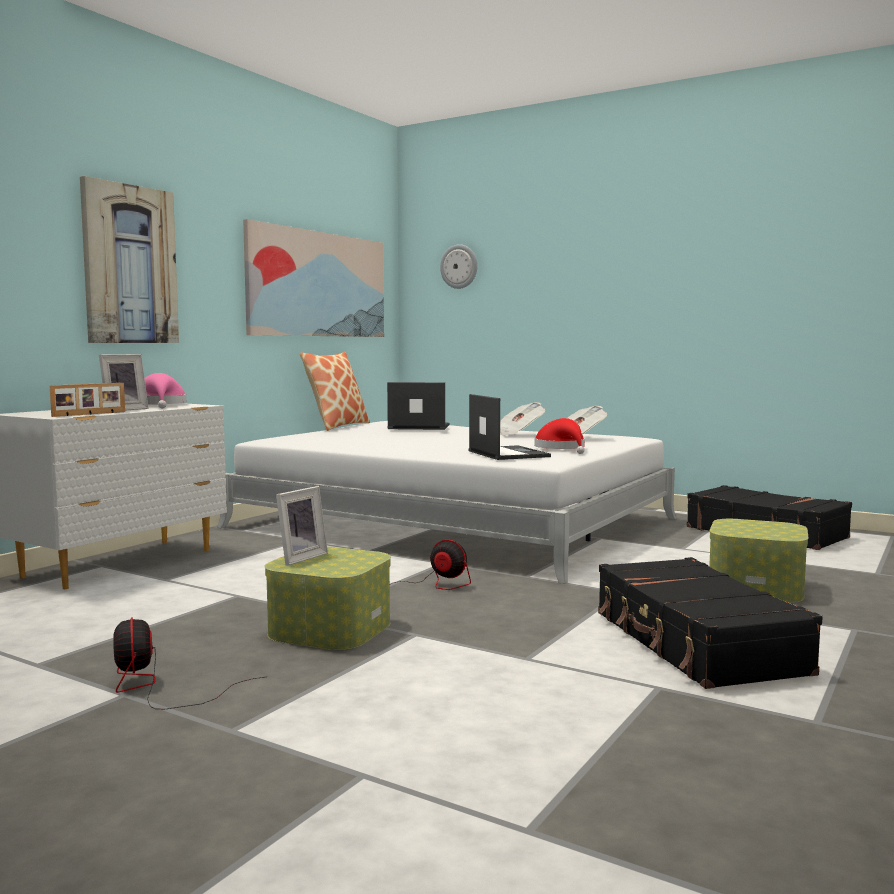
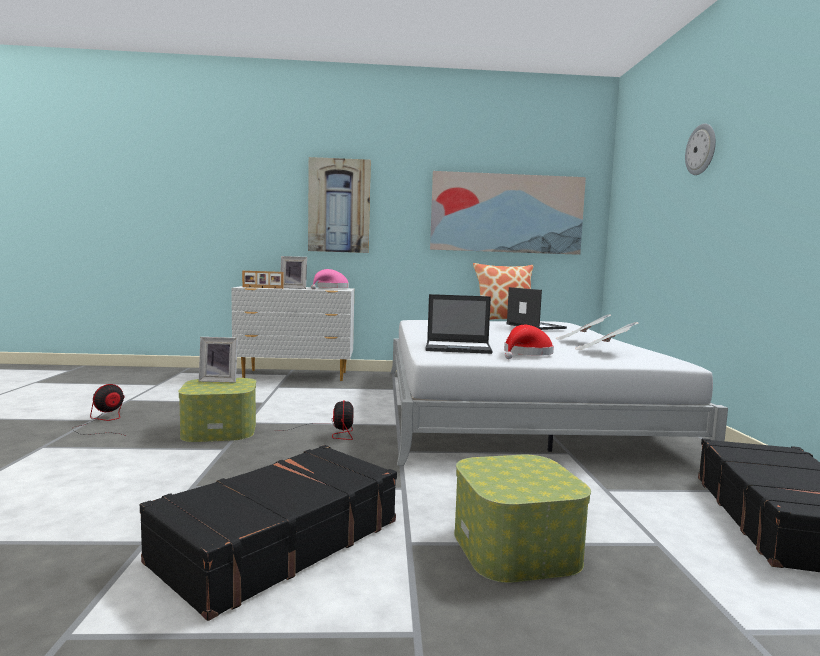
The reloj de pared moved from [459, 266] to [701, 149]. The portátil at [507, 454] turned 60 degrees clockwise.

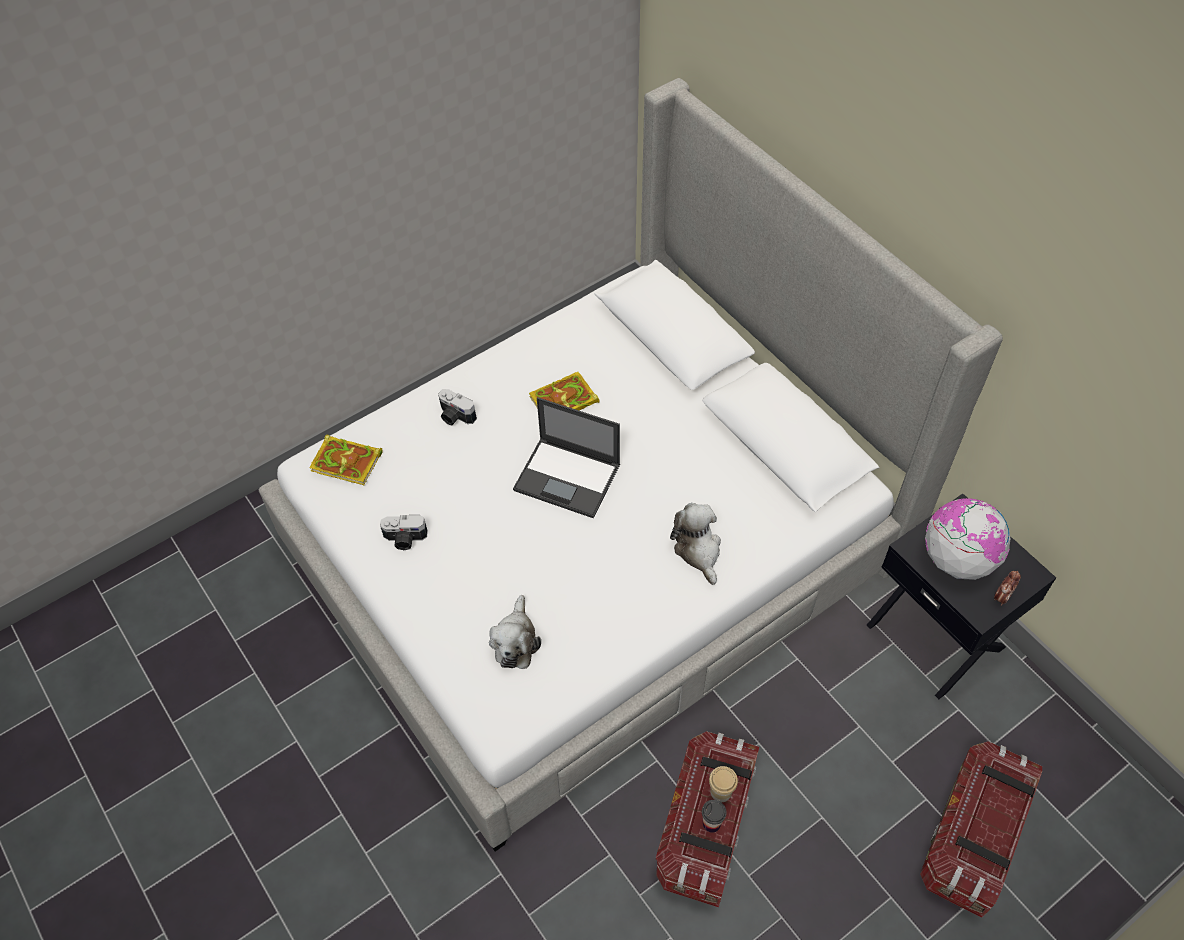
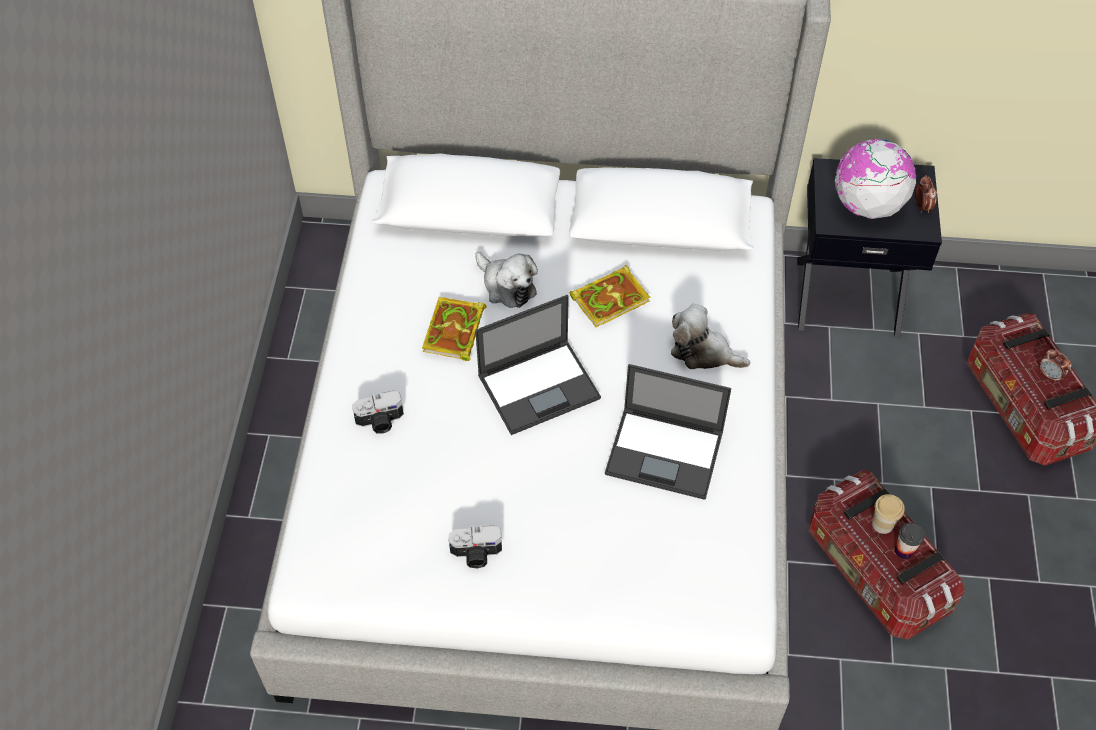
The libro moved from [348, 462] to [611, 298]. The cámara at [405, 539] turned 45 degrees clockwise. The peluche moved from [515, 641] to [506, 286]. The despertador at [1049, 375] appeared. The portátil at [666, 453] appeared.

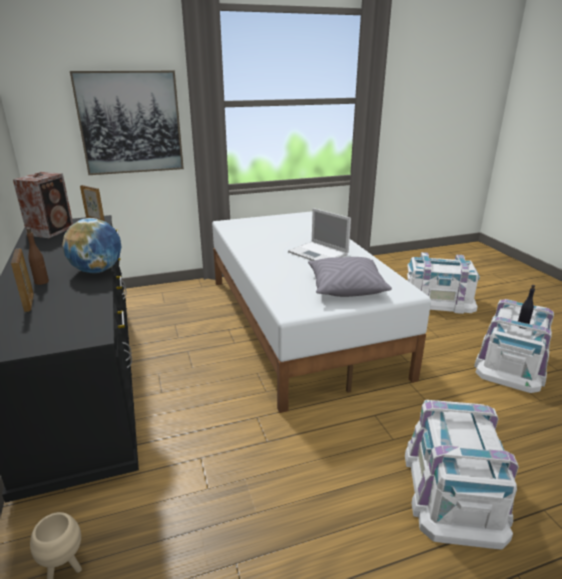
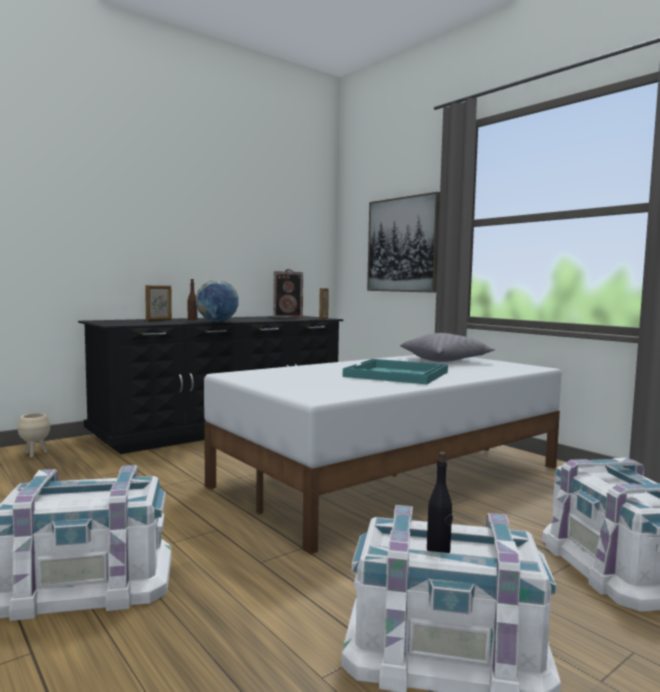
The portátil at [319, 253] was replaced by the bandeja (turquesa) at [397, 374]. The cojín (gris) moved from [345, 287] to [446, 360].

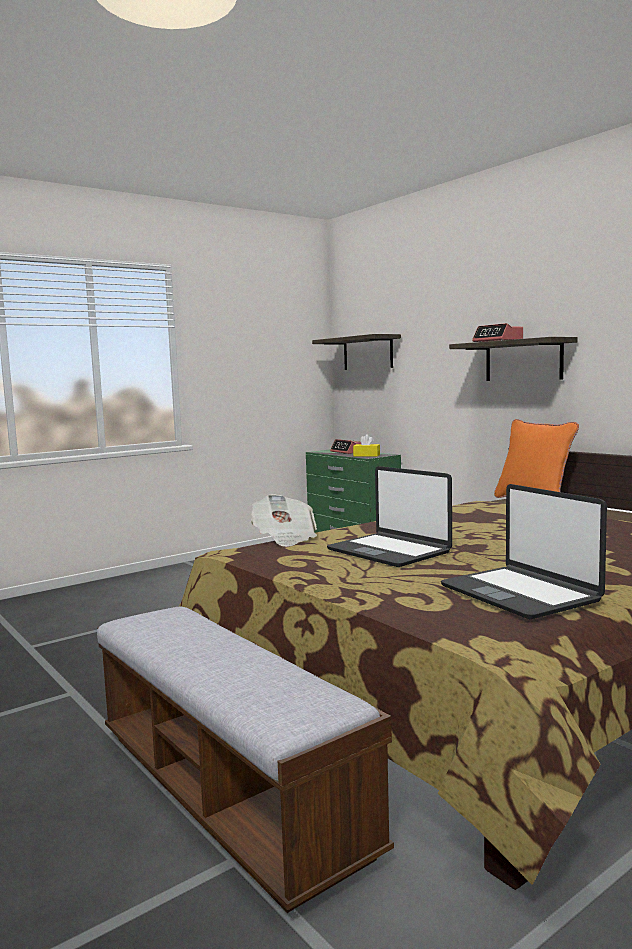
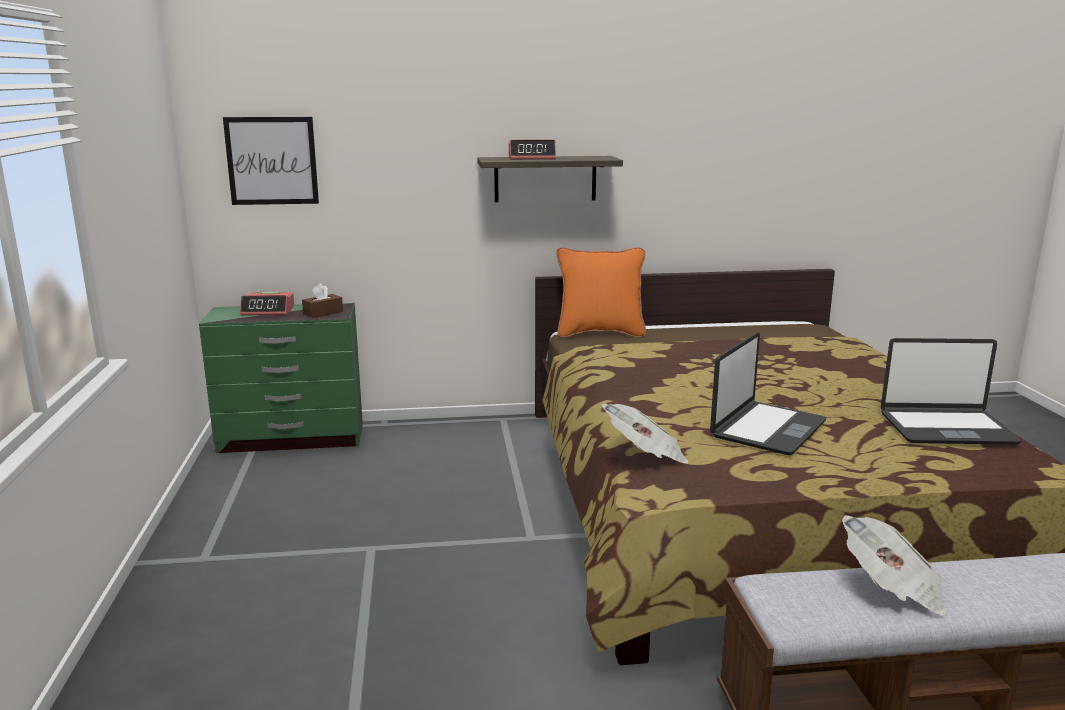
The estante at [368, 353] was replaced by the cuadro at [272, 161]. The caja de pañuelos (amarillo) at [366, 455] became the caja de pañuelos (marrón) at [323, 313]. The portátil at [389, 551] turned 45 degrees counterclockwise. The periódico at [892, 588] appeared.

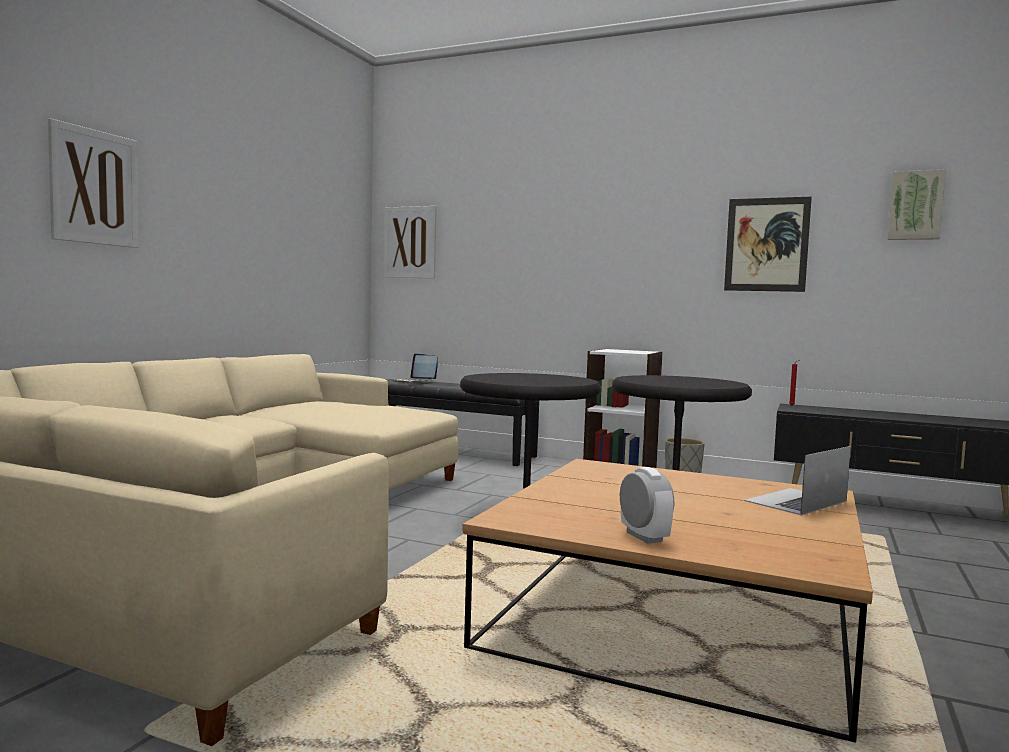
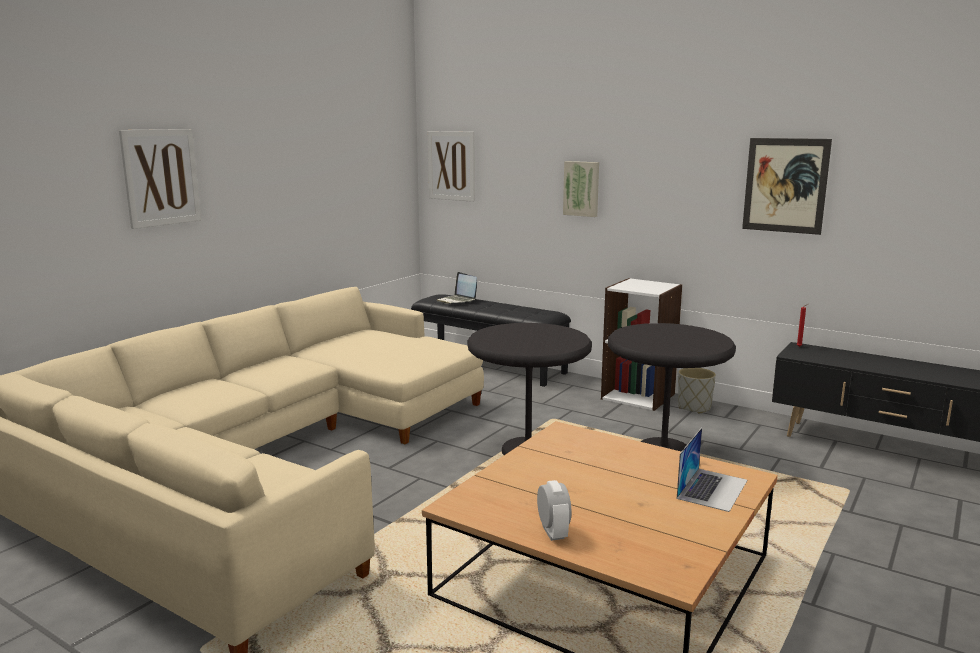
The cuadro moved from [915, 205] to [581, 188]. The portátil at [795, 501] turned 150 degrees clockwise.

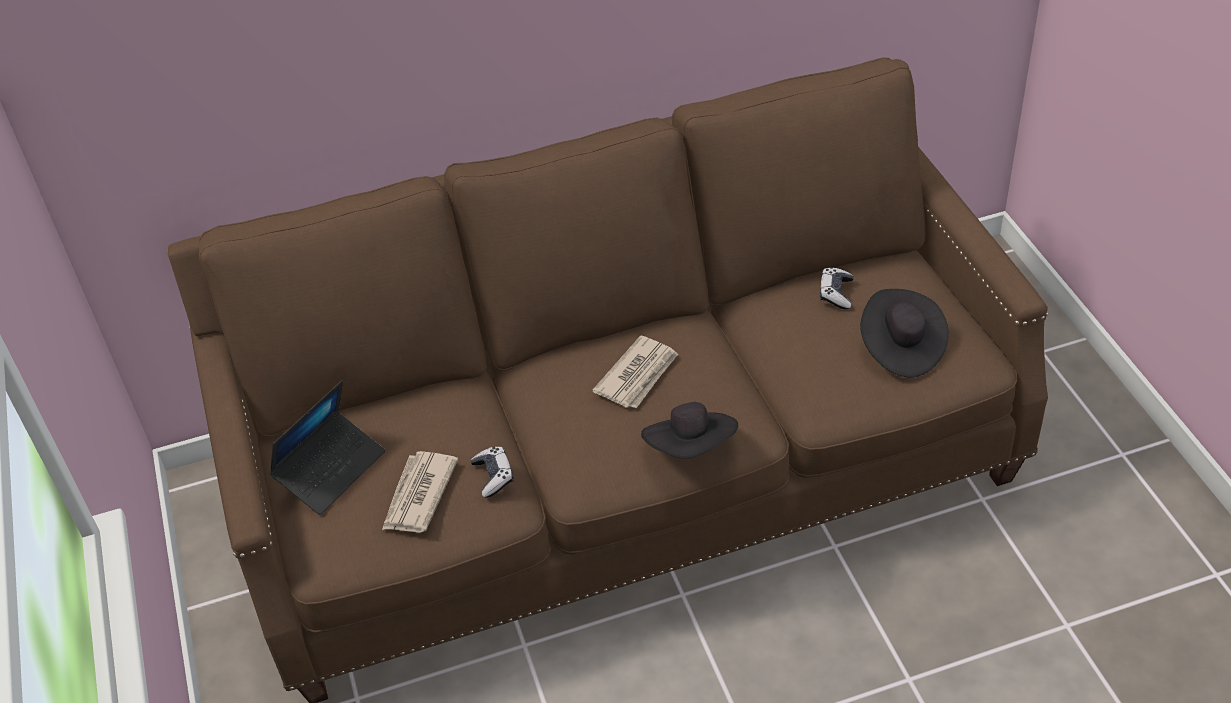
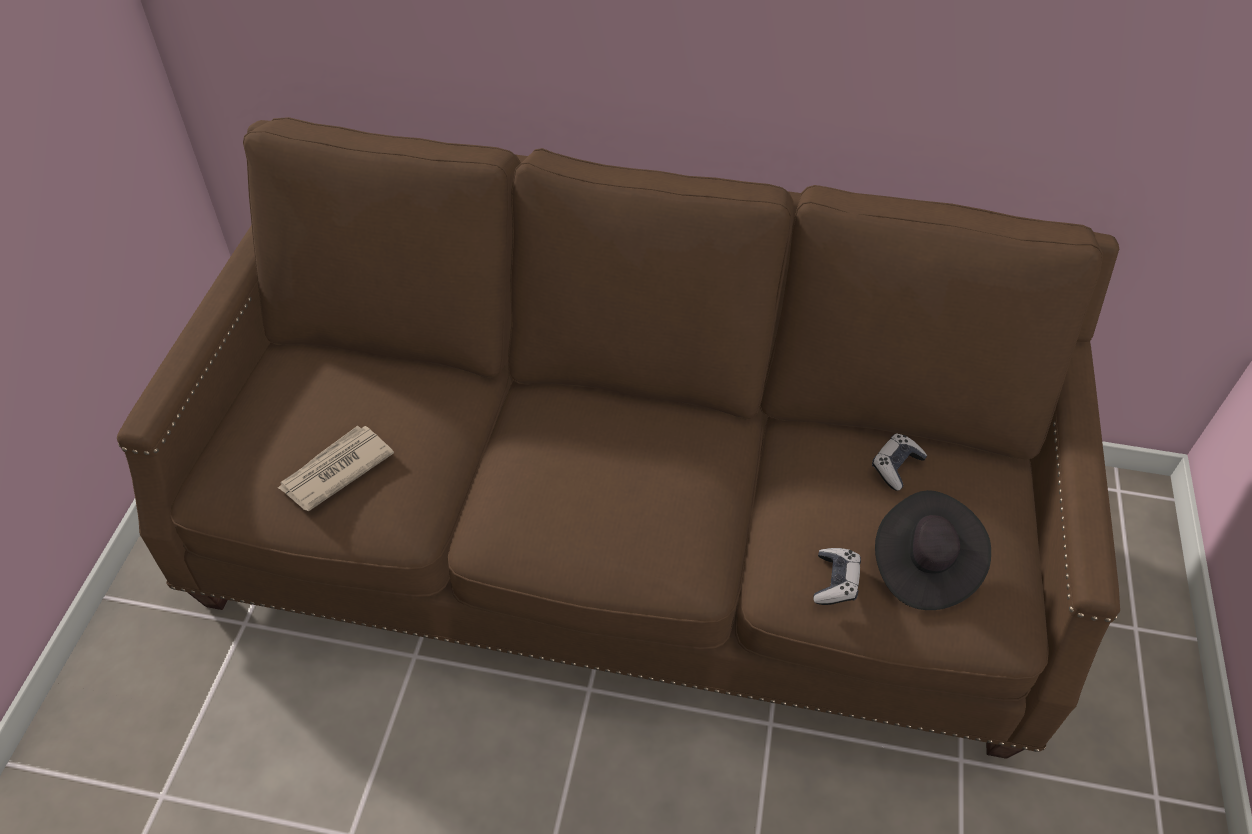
The periódico at [638, 375] disappeared. The portátil at [331, 469] disappeared. The sombrero (negro) at [691, 448] disappeared. The mando de consola moved from [493, 476] to [835, 582].

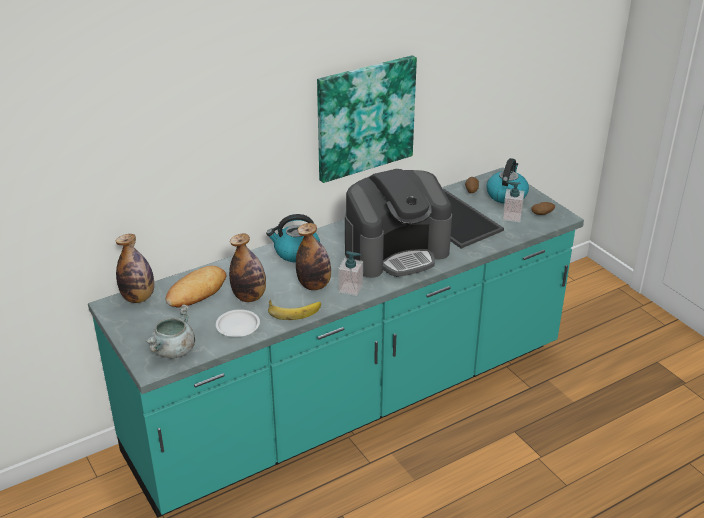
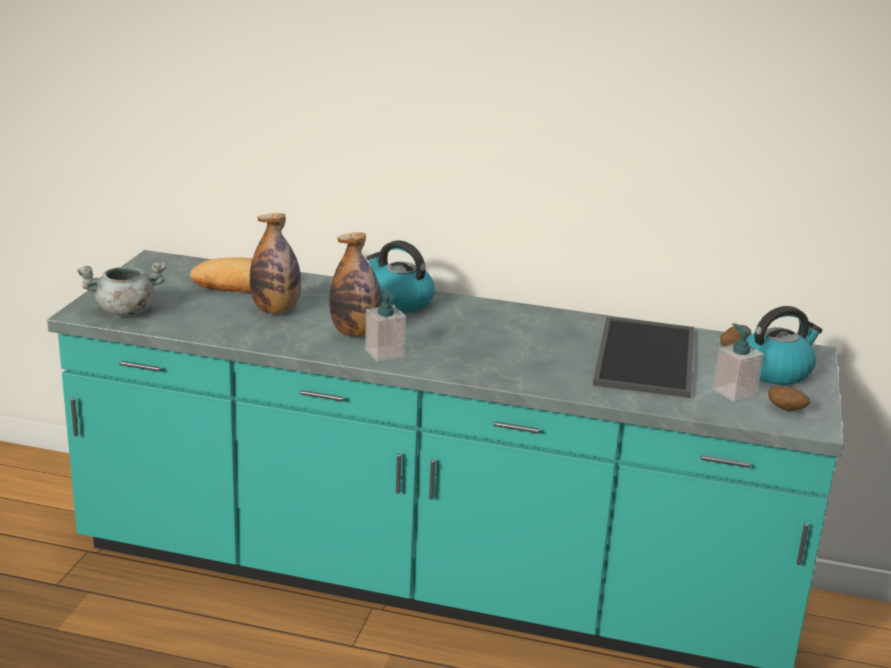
The cuadro at [365, 117] disappeared. The cafetera at [396, 251] disappeared. The botella at [138, 298] disappeared. The plátano at [294, 309] disappeared. The plato (blanco) at [237, 326] disappeared.

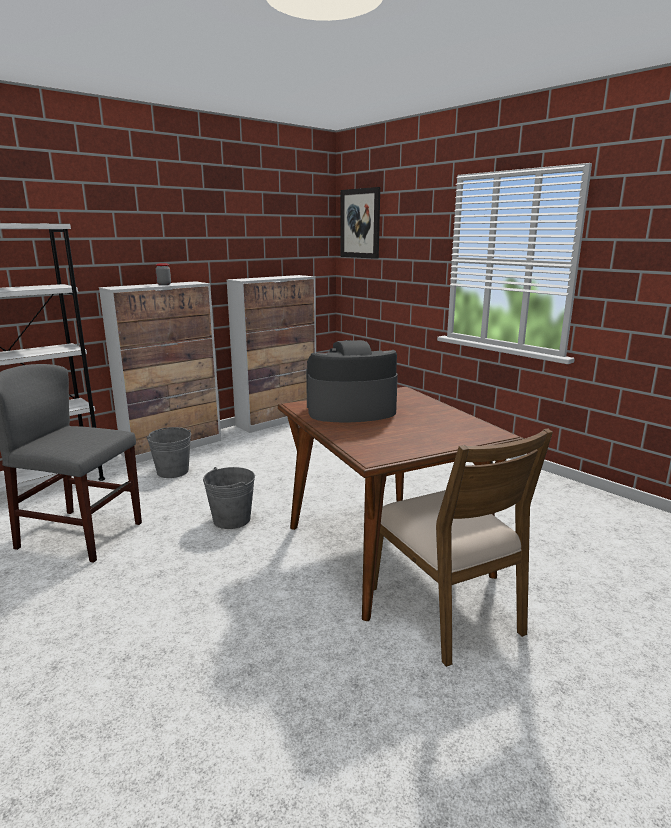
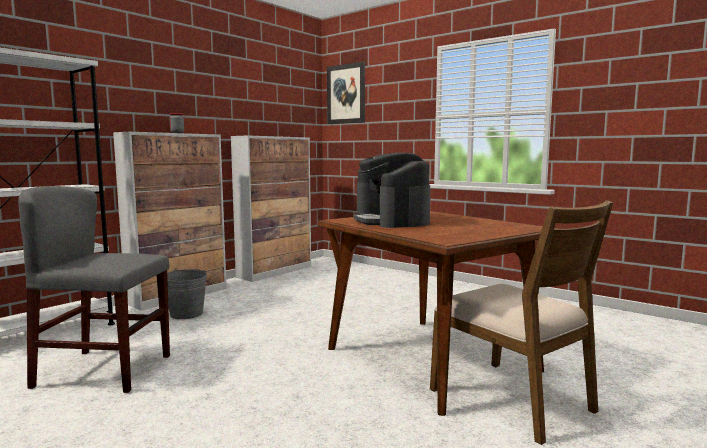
The cafetera at [350, 410] turned 90 degrees counterclockwise. The cubo (gris) at [231, 519] disappeared.

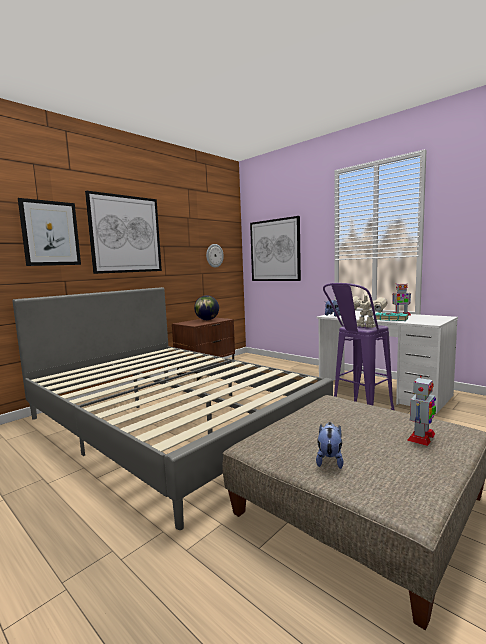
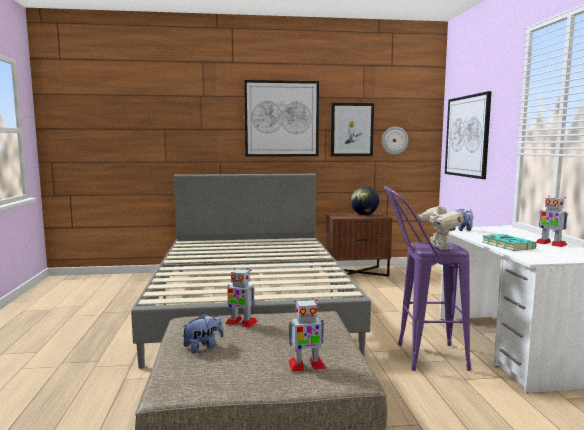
The cuadro moved from [50, 233] to [352, 129]. The robot de juguete at [241, 322] appeared.

